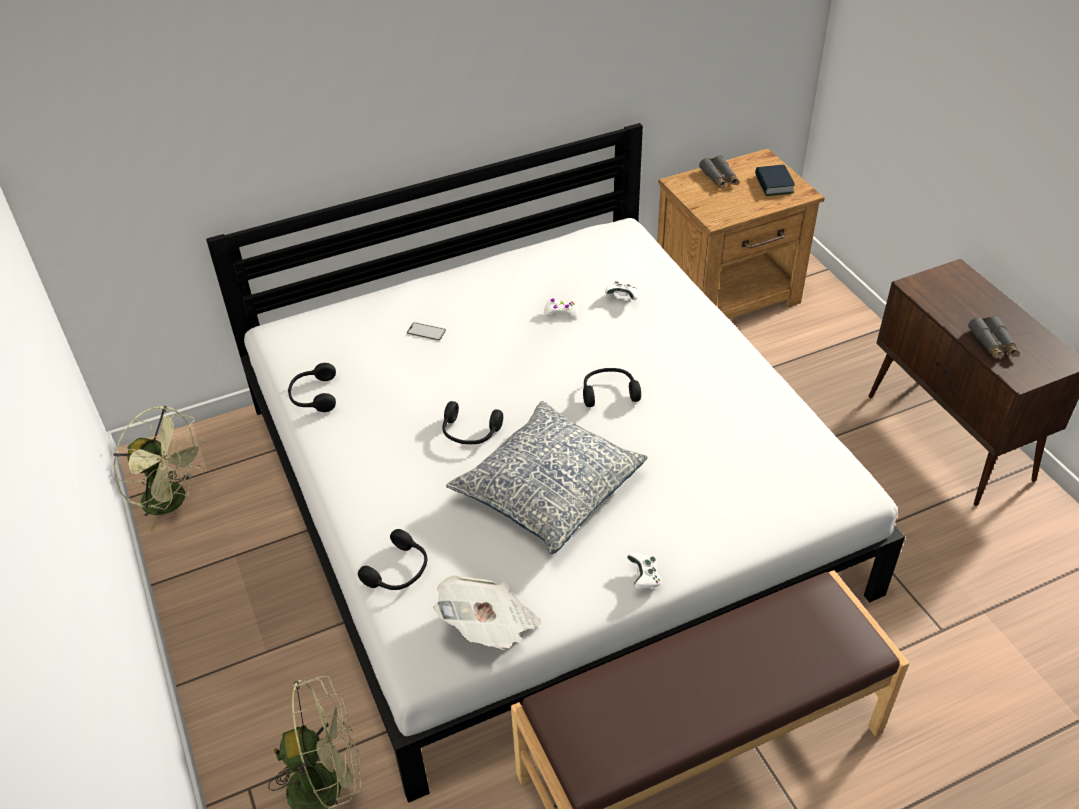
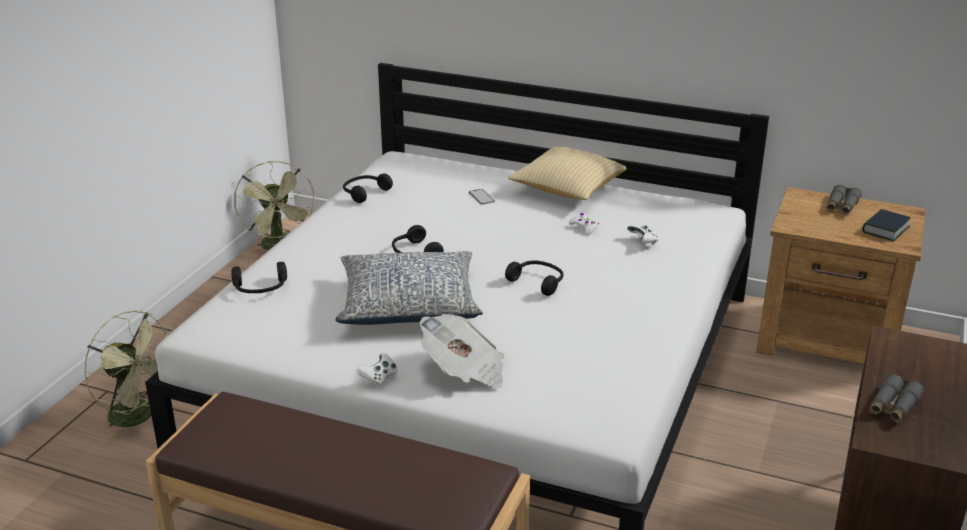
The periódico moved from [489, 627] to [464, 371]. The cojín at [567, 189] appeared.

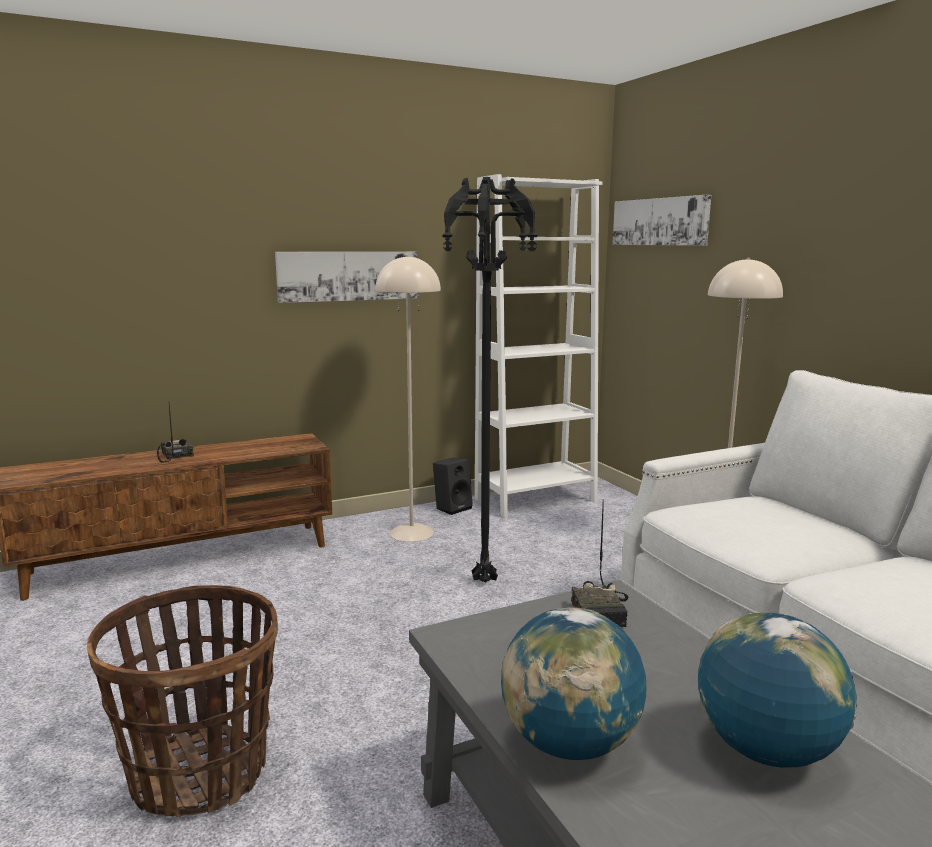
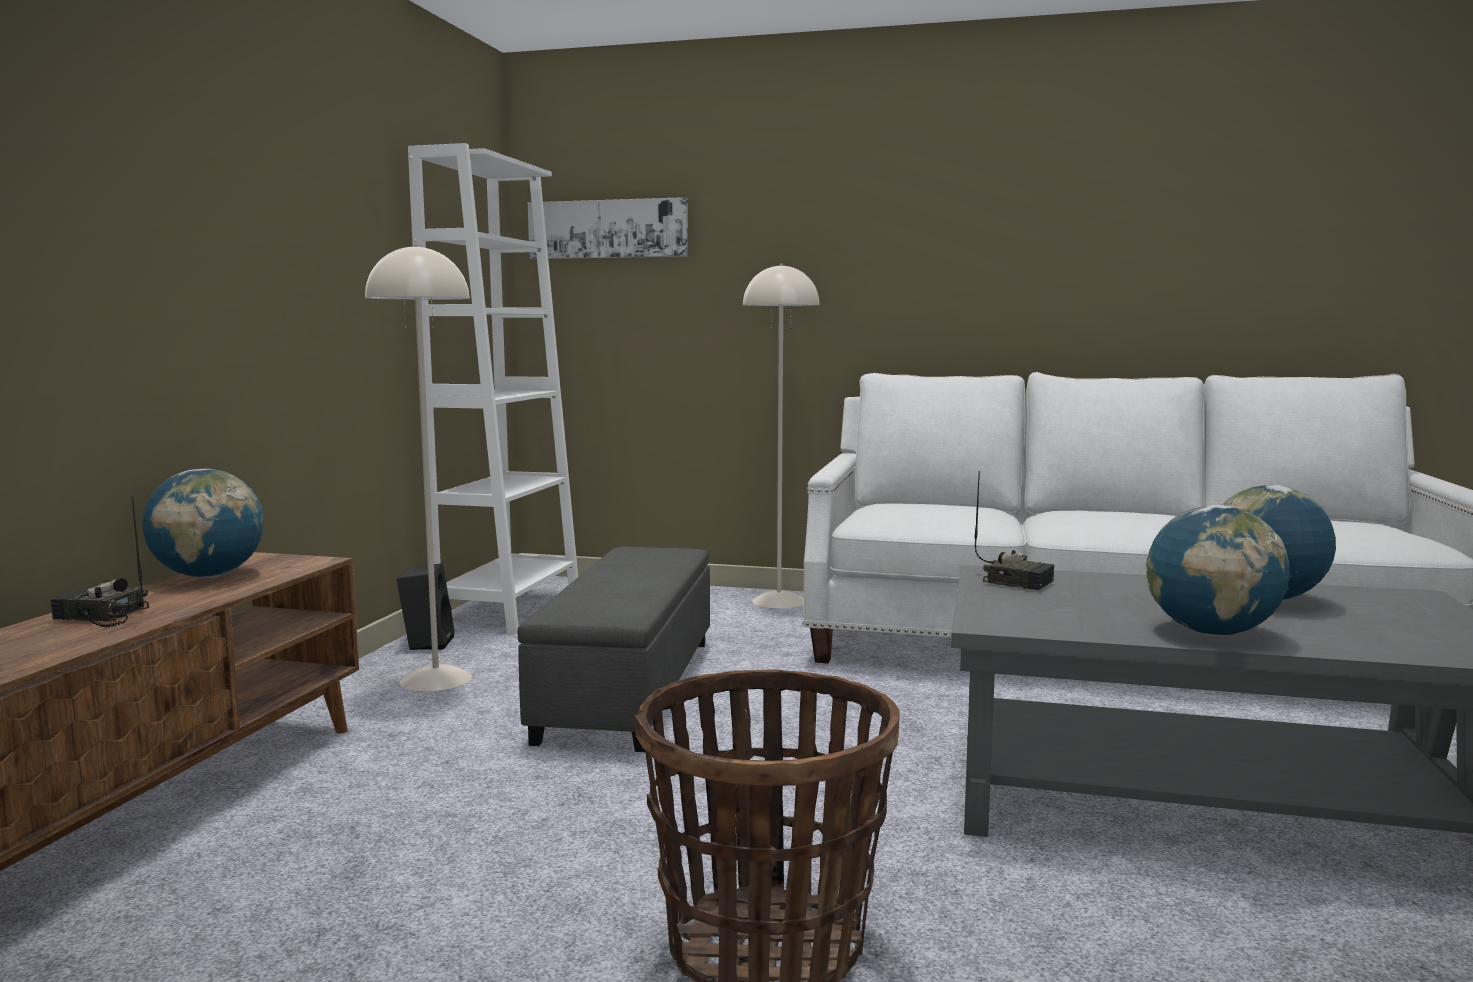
The lámpara de pie (negro) at [481, 581] was replaced by the puf (gris) at [630, 688]. The cuadro at [348, 276] disappeared. The globo terráqueo at [209, 576] appeared.

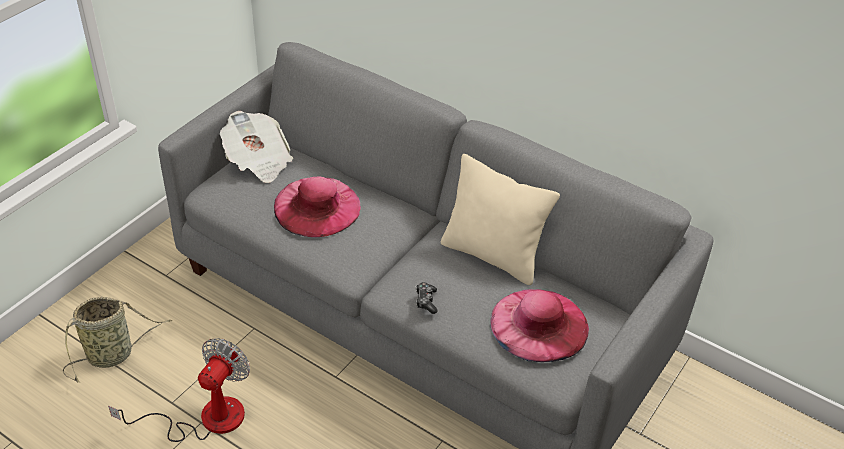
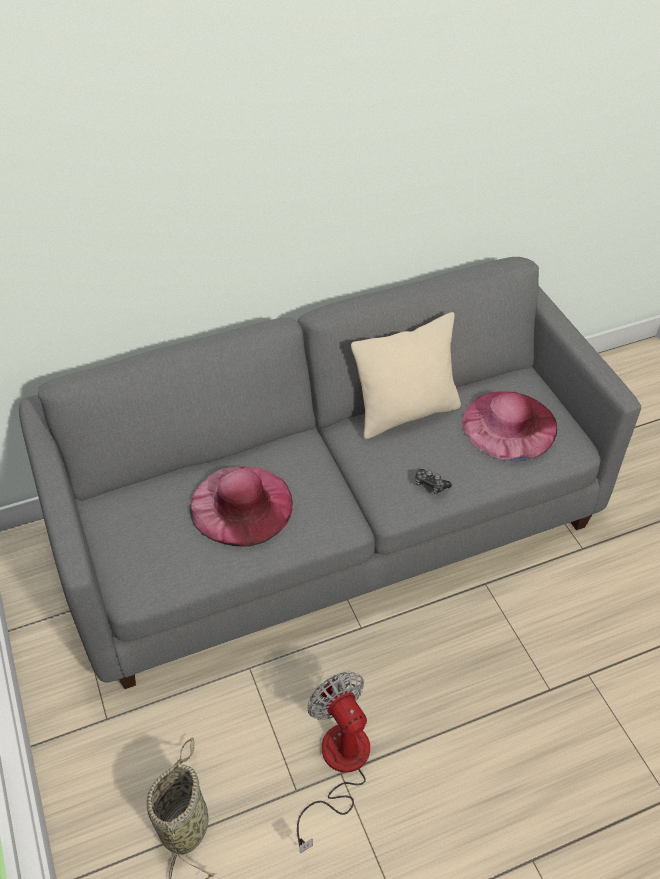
The periódico at [258, 161] disappeared.

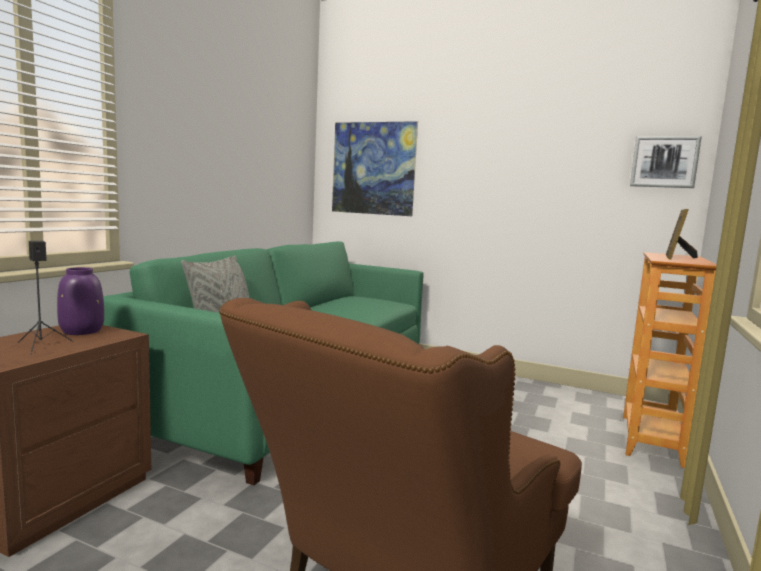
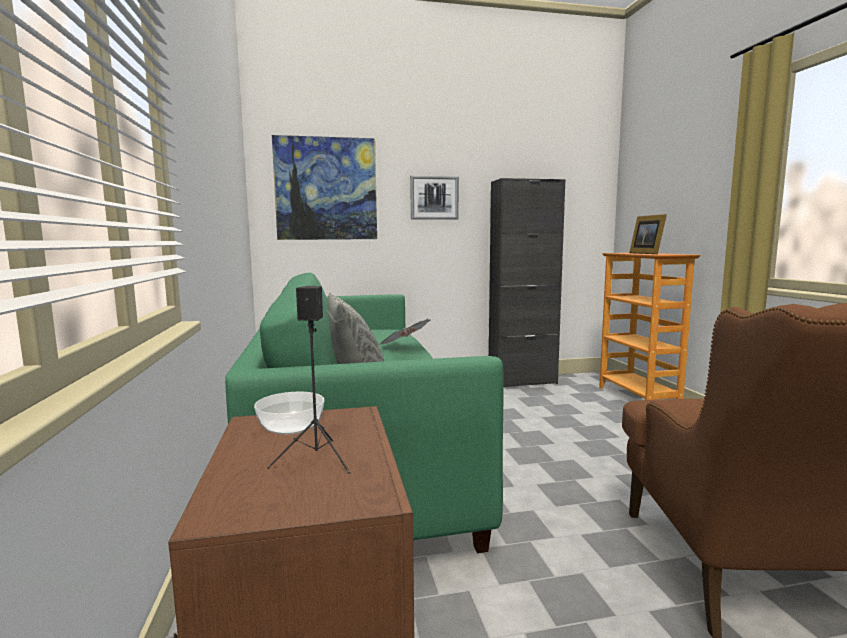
The cuadro moved from [664, 162] to [434, 198]. The florero (morado) at [82, 331] was replaced by the cuenco at [292, 427]. The armario (negro) at [522, 382] appeared. The periódico at [404, 346] appeared.

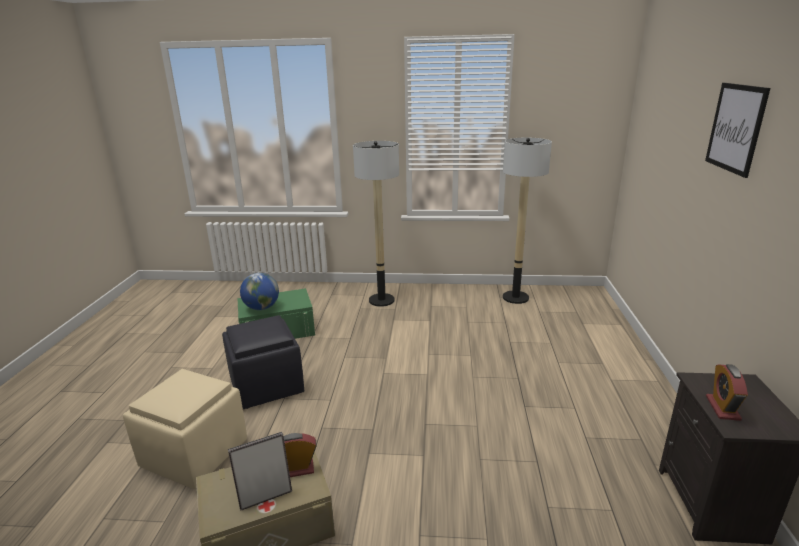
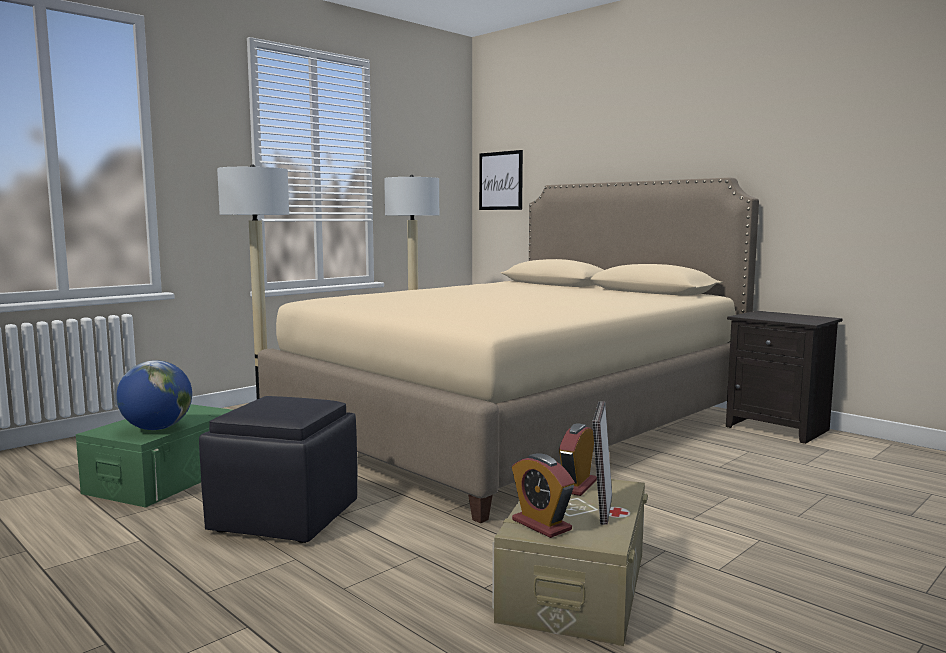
The cuadro moved from [735, 128] to [500, 181]. The despertador moved from [722, 408] to [541, 525]. The puf (beis) at [195, 454] disappeared. The cama (beis) at [517, 423] appeared.

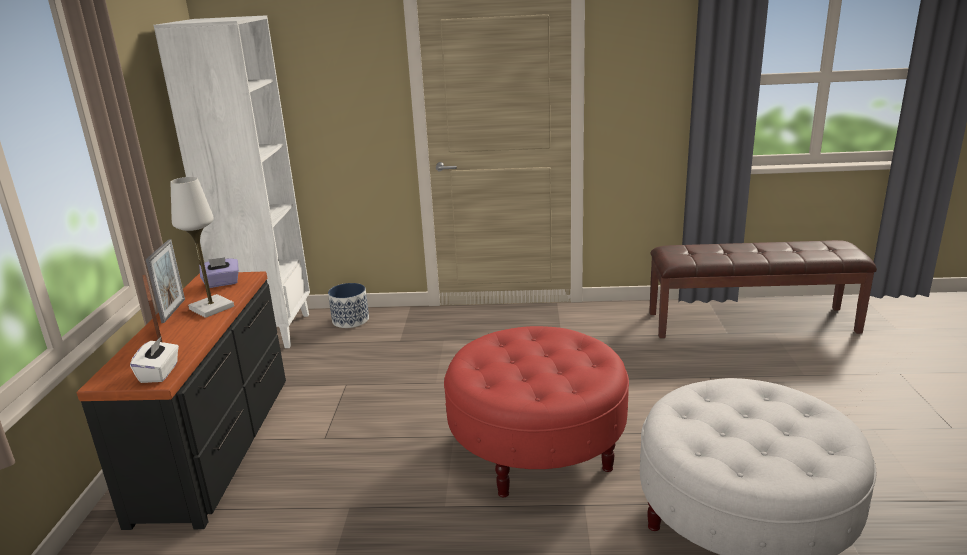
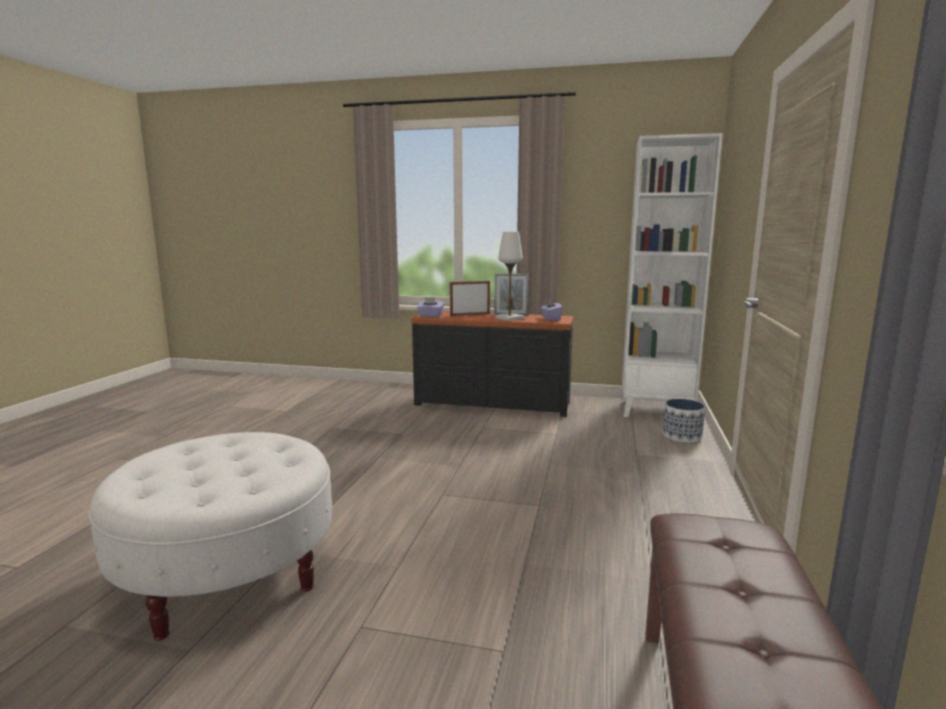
The puf (rojo) at [536, 448] disappeared. The caja de pañuelos (blanco) at [160, 373] became the caja de pañuelos (morado) at [430, 316].

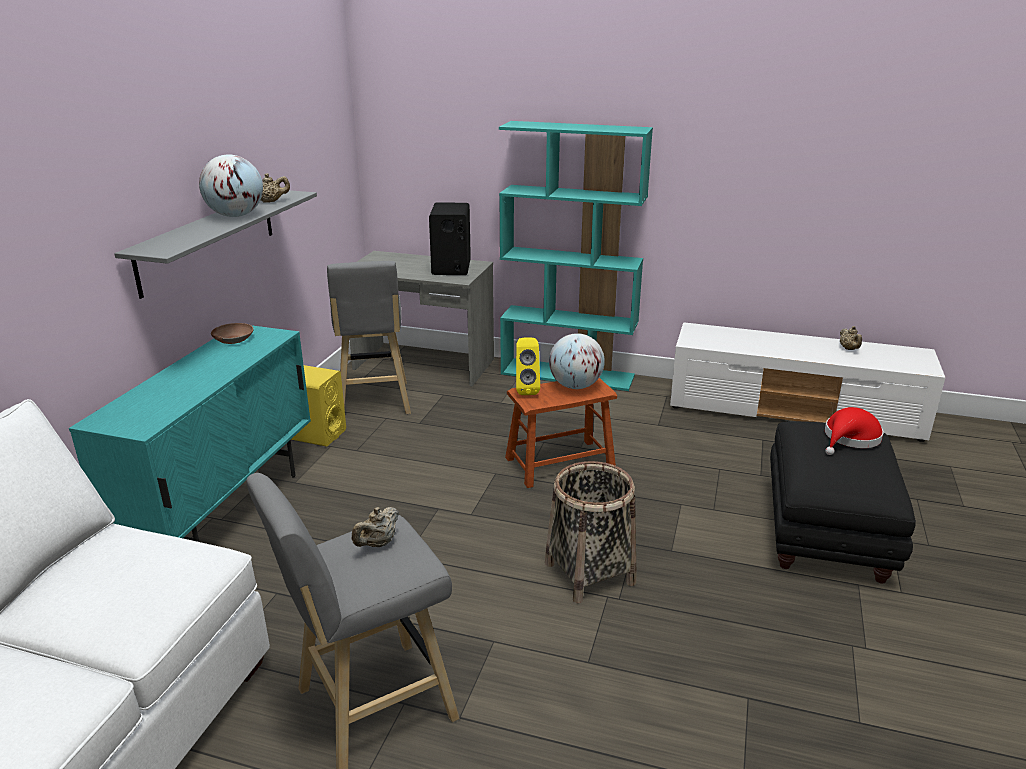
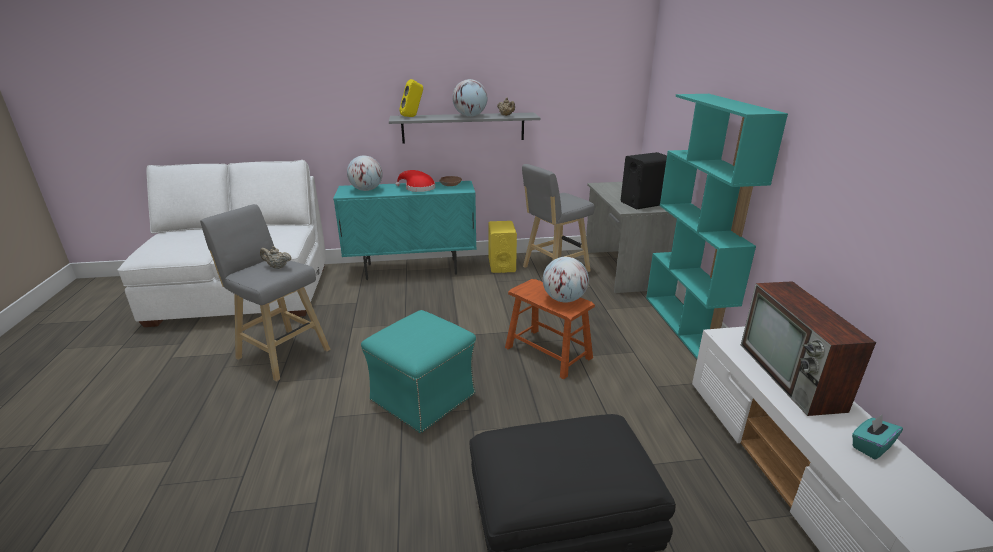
The tetera (beis) at [849, 349] was replaced by the caja de pañuelos (turquesa) at [871, 446]. The altavoz (amarillo) moved from [526, 390] to [412, 116]. The sombrero (rojo) moved from [850, 438] to [418, 188]. The cesta at [589, 573] was replaced by the puf (turquesa) at [424, 396]. The globo terráqueo at [366, 190] appeared. The televisor at [791, 377] appeared.

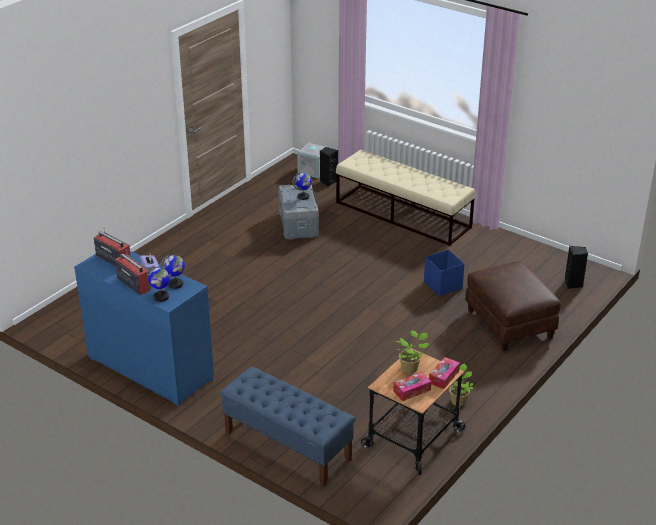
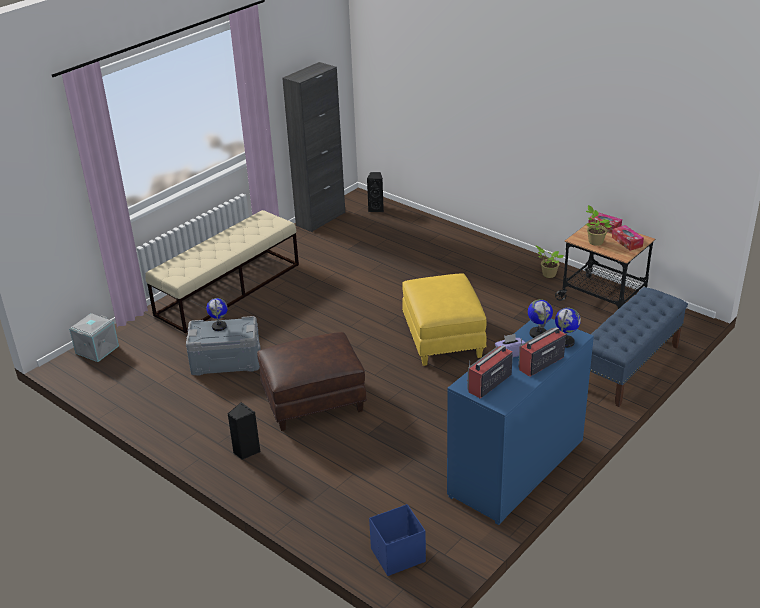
The altavoz (negro) moved from [328, 181] to [245, 451]. The caja de almacenaje (azul) moved from [442, 285] to [397, 555]. The puf (marrón) moved from [508, 324] to [313, 402]. The armario (negro) at [320, 219] appeared. The puf (amarillo) at [444, 339] appeared.

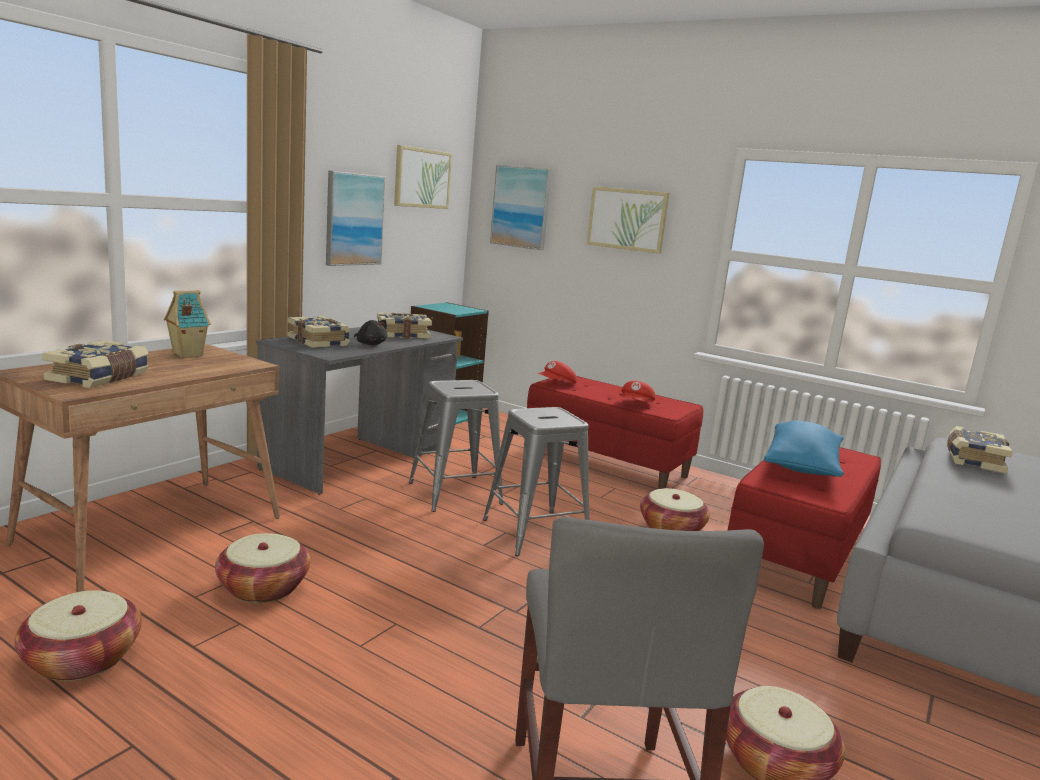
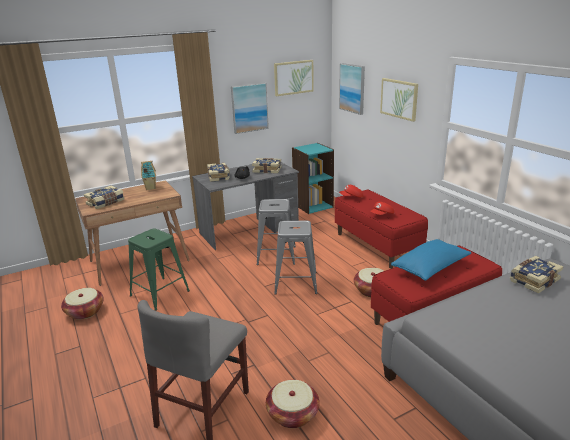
The cesta at [263, 588] was replaced by the taburete (verde) at [159, 293].

